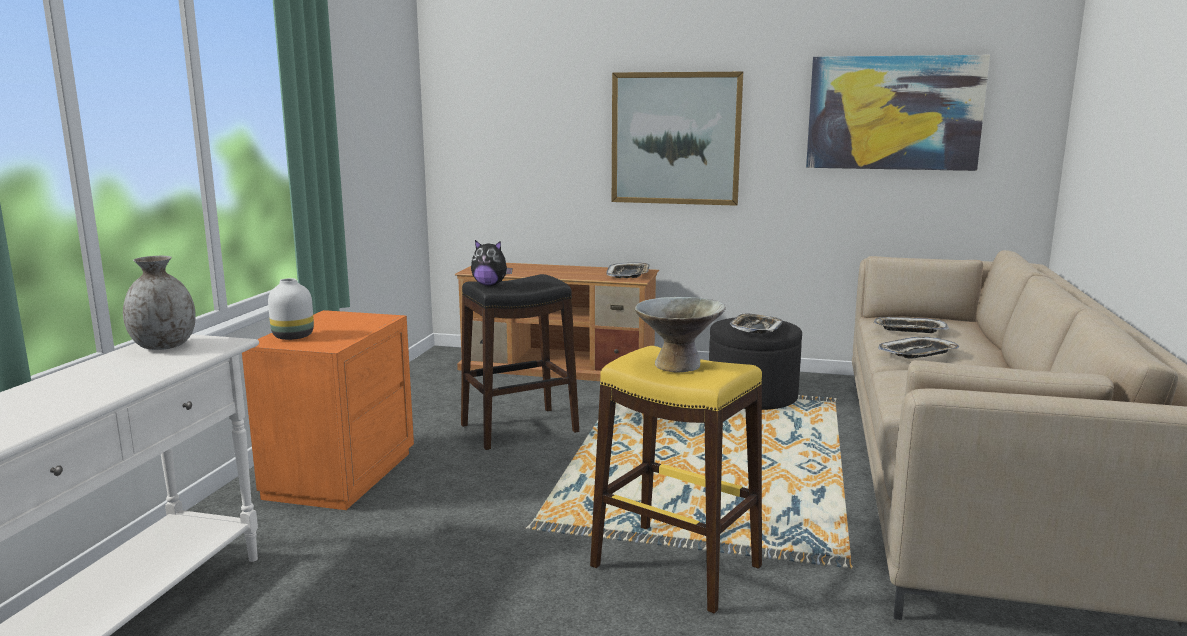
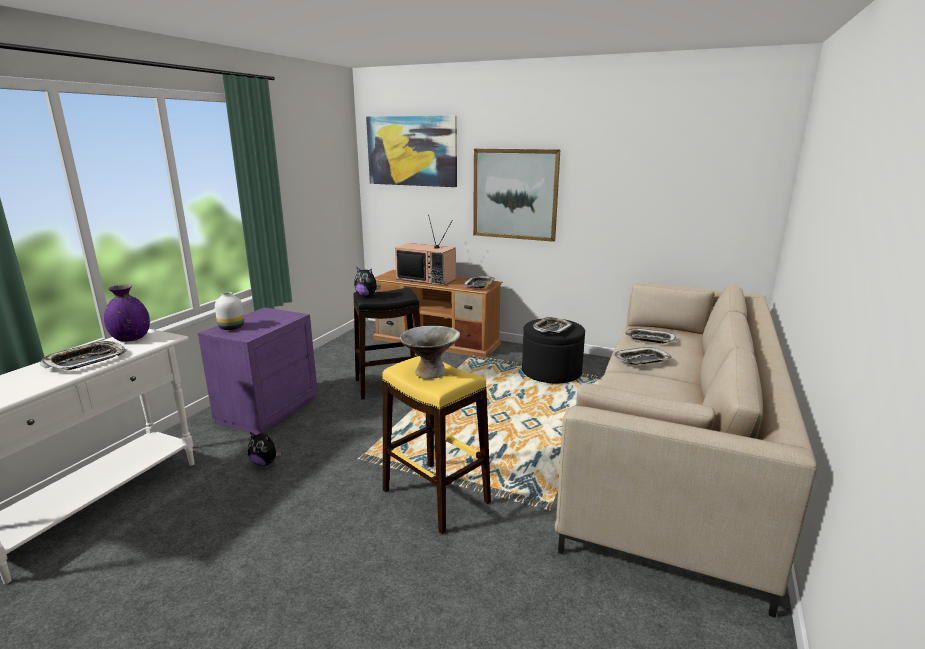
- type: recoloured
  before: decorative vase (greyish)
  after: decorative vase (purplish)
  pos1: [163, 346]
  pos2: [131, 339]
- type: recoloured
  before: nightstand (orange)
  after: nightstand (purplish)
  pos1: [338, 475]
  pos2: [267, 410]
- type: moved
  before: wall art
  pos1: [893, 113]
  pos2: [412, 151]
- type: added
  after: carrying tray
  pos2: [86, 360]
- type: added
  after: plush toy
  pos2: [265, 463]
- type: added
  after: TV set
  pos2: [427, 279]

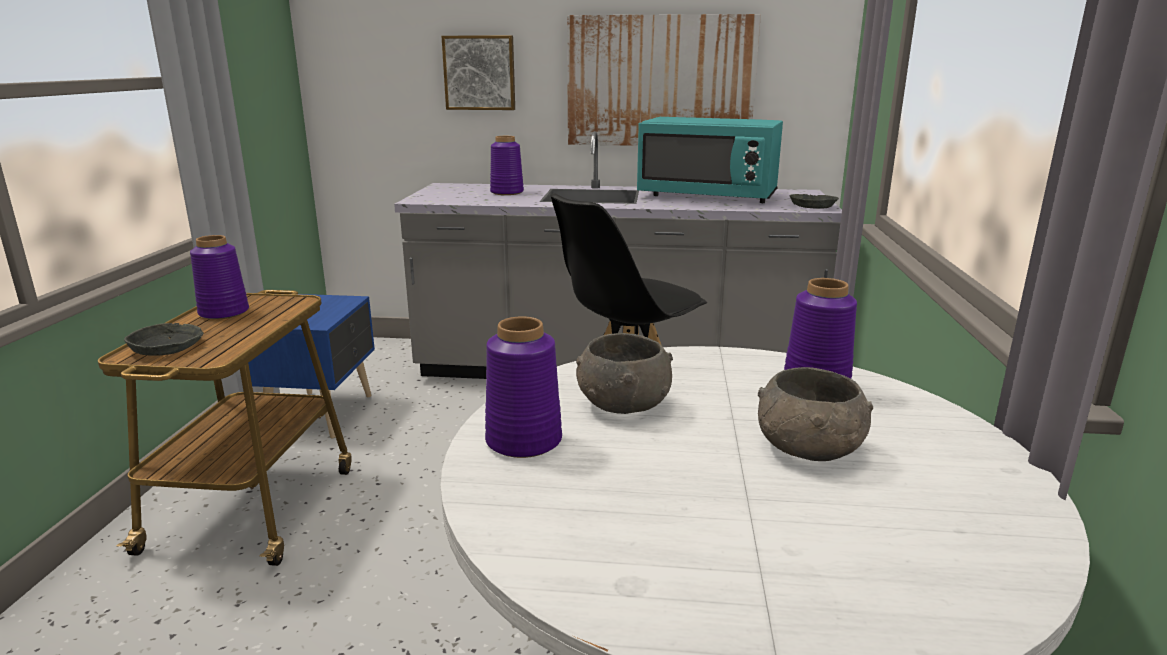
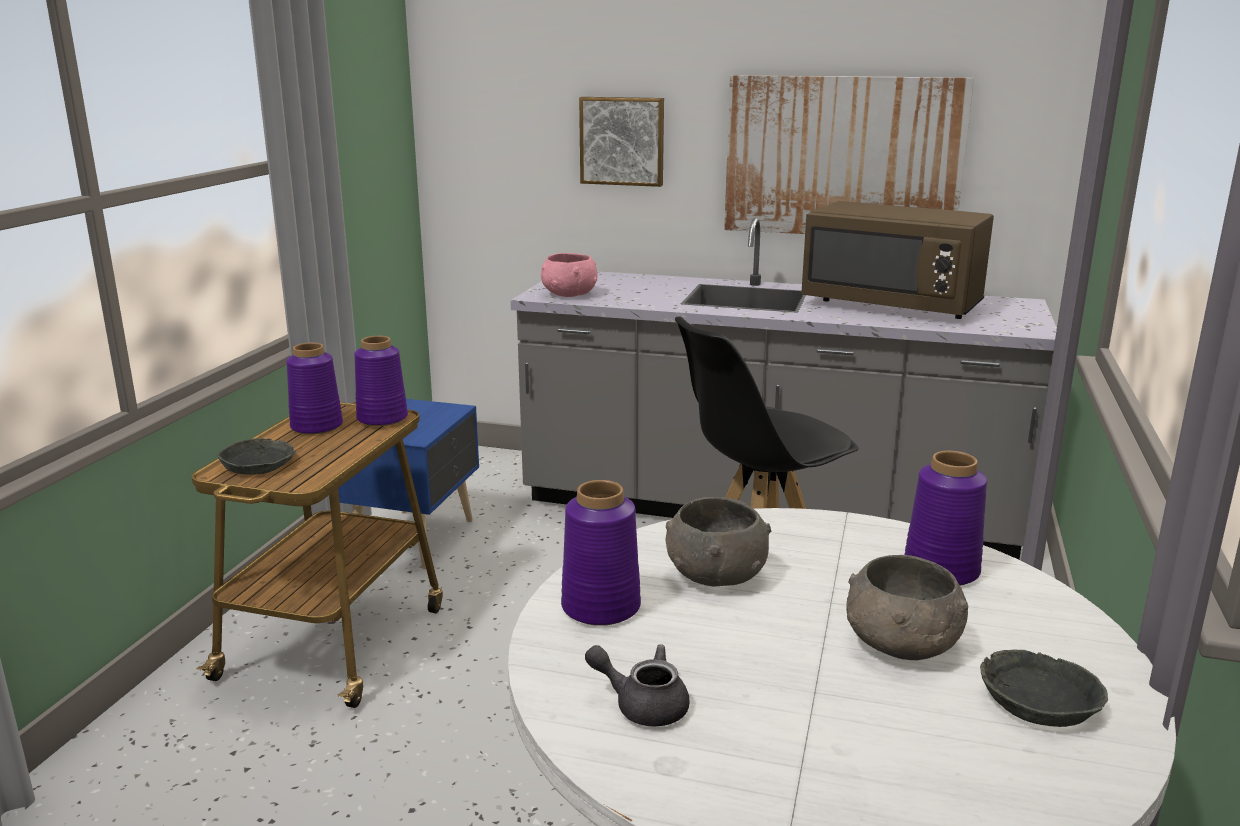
- type: moved
  before: decorative vase (purplish)
  pos1: [506, 192]
  pos2: [381, 418]
- type: recoloured
  before: microwave (blue-green)
  after: microwave (brown-coloured)
  pos1: [708, 196]
  pos2: [892, 305]
- type: moved
  before: bowl (greyish)
  pos1: [812, 206]
  pos2: [1039, 700]
- type: added
  after: bowl (pink)
  pos2: [569, 294]
- type: added
  after: teapot (greyish)
  pos2: [642, 704]

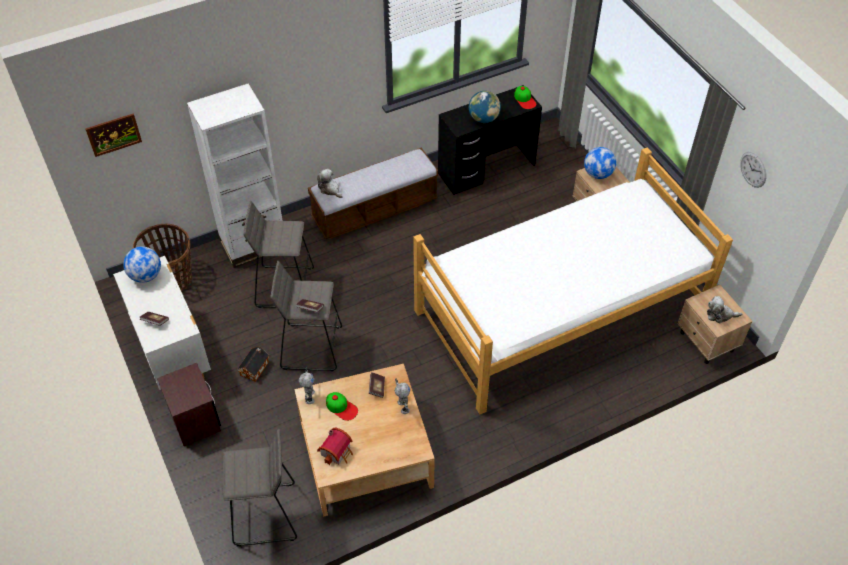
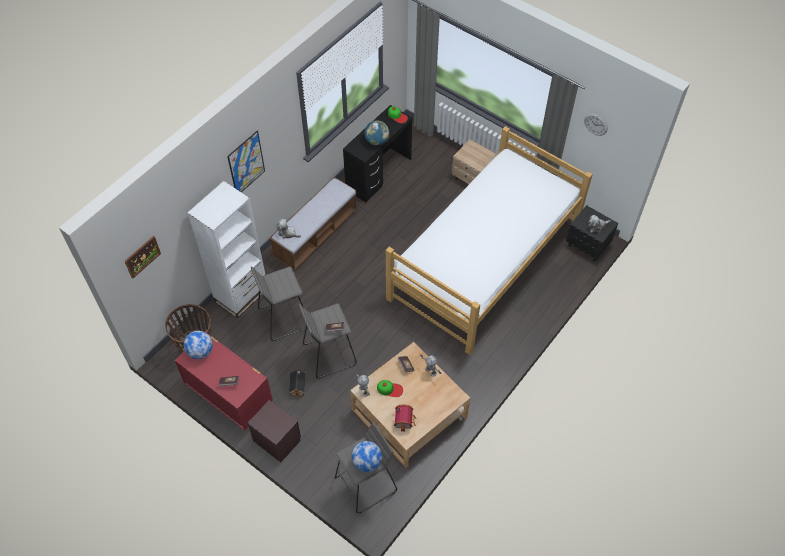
- type: recoloured
  before: dresser (white-coloured)
  after: dresser (red)
  pos1: [172, 352]
  pos2: [230, 399]
- type: moved
  before: world globe
  pos1: [598, 174]
  pos2: [367, 462]
- type: recoloured
  before: nightstand (beige-coloured)
  after: nightstand (black)
  pos1: [707, 342]
  pos2: [587, 246]
- type: added
  after: wall art
  pos2: [246, 163]

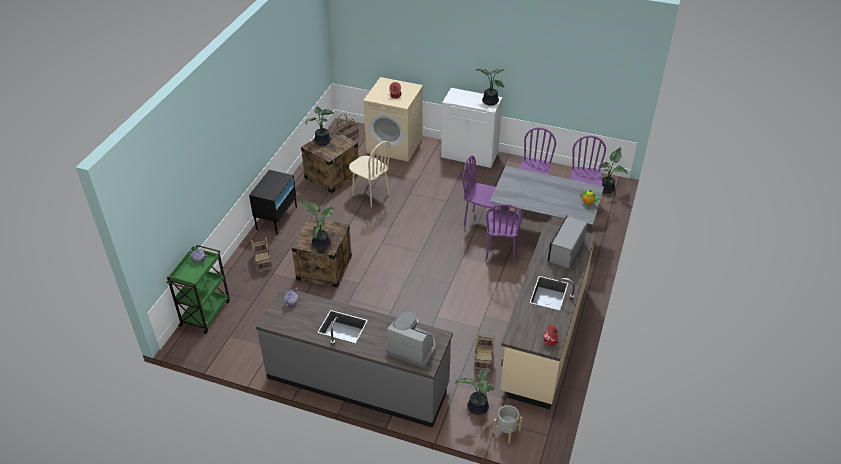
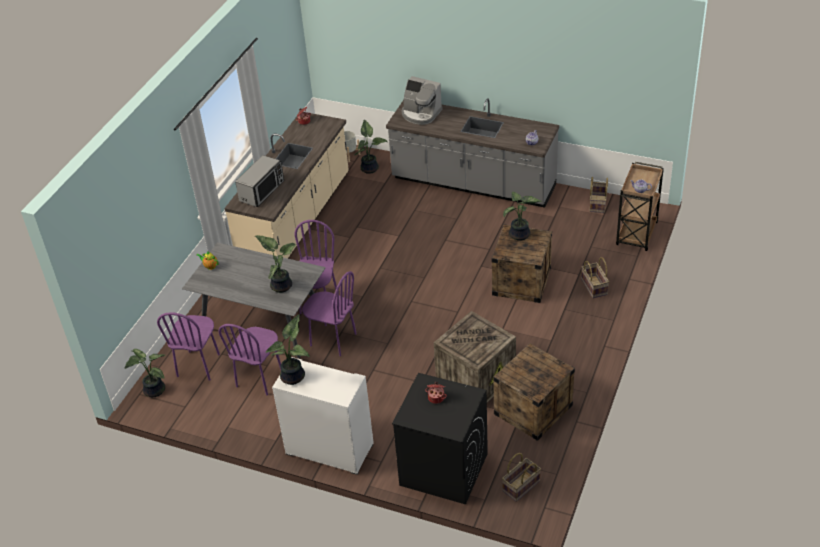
- type: recoloured
  before: trolley (green-coloured)
  after: trolley (brown-coloured)
  pos1: [206, 312]
  pos2: [636, 234]
- type: removed
  before: nightstand (black)
  pos1: [277, 218]
- type: moved
  before: houseplant
  pos1: [322, 142]
  pos2: [281, 285]
- type: replaced
  before: upright chair (beige-coloured)
  after: packing crate
  pos1: [370, 195]
  pos2: [475, 378]
- type: recoloured
  before: laundry appliance (beige-coloured)
  after: laundry appliance (black)
  pos1: [395, 145]
  pos2: [443, 469]
- type: moved
  before: storage basket
  pos1: [484, 359]
  pos2: [597, 204]

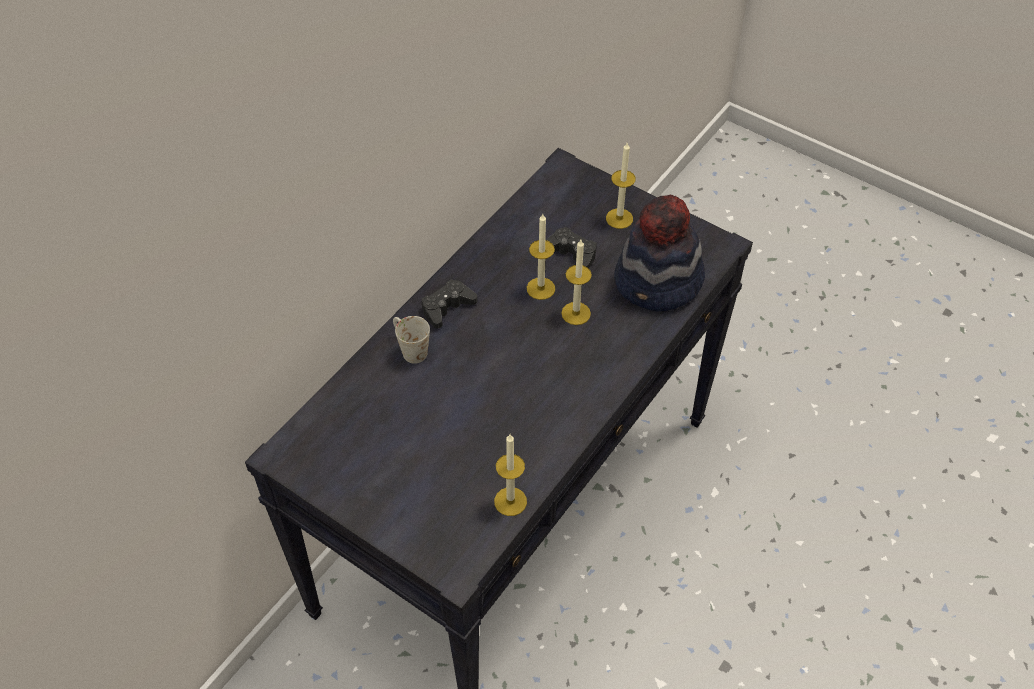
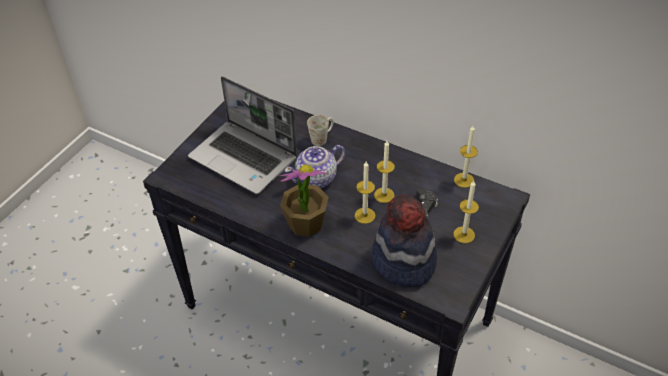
- type: removed
  before: gamepad (black)
  pos1: [447, 307]
- type: moved
  before: wax light
  pos1: [510, 501]
  pos2: [464, 180]
- type: added
  after: laptop
  pos2: [245, 158]
- type: added
  after: houseplant
  pos2: [305, 224]
- type: added
  after: teapot
  pos2: [317, 178]

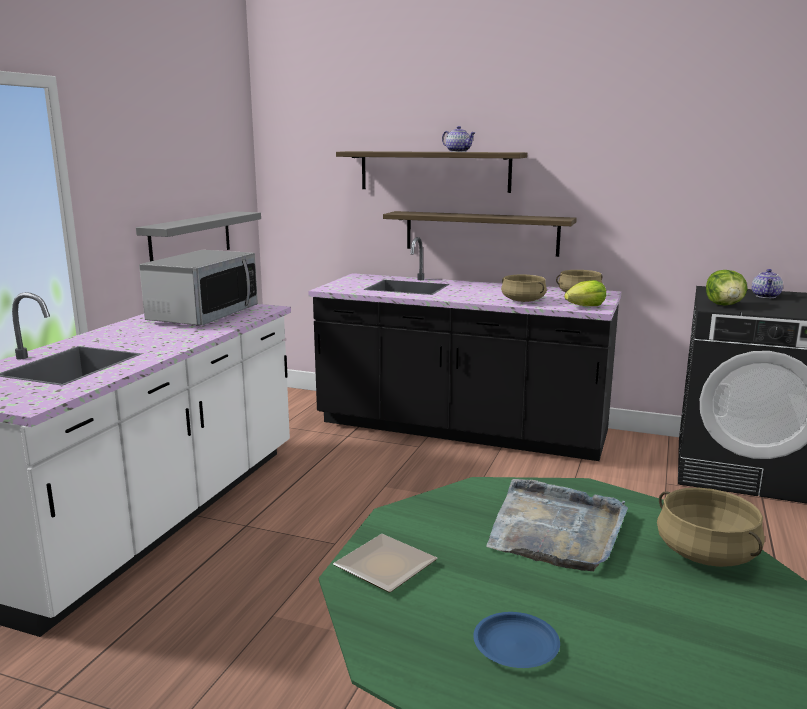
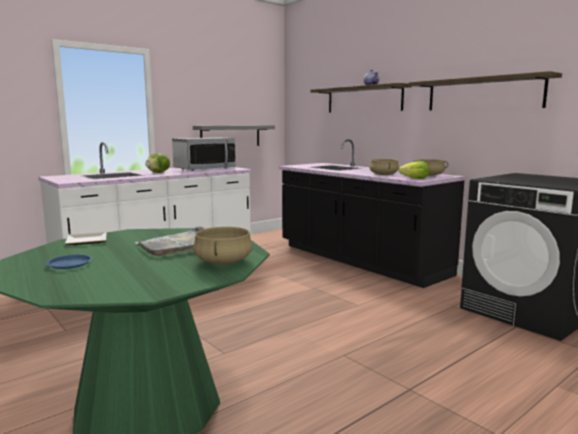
- type: moved
  before: wall shelf
  pos1: [481, 233]
  pos2: [483, 94]
- type: moved
  before: lettuce head
  pos1: [725, 305]
  pos2: [158, 172]
- type: removed
  before: teapot
  pos1: [766, 296]

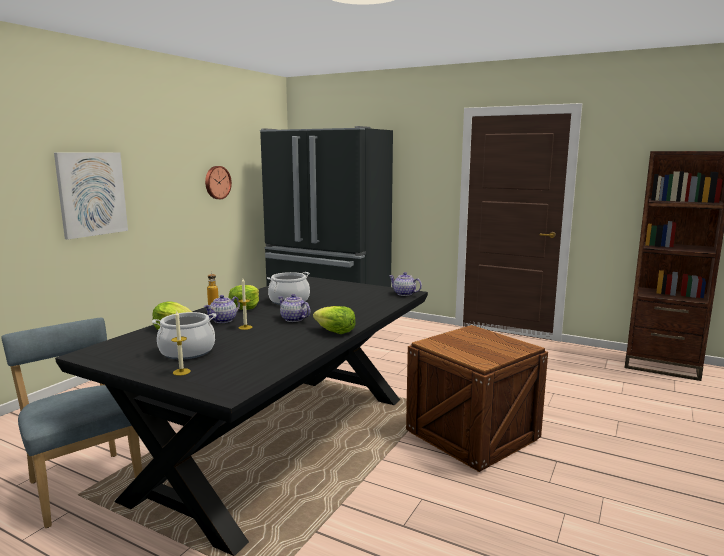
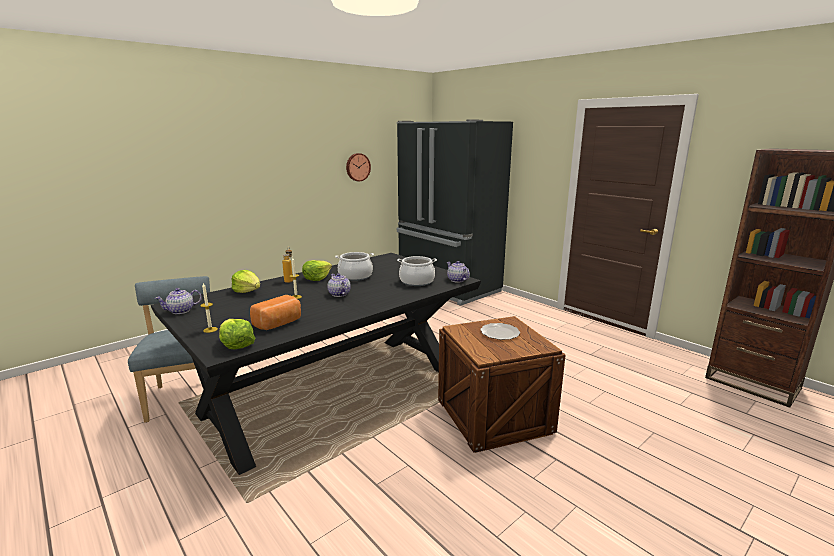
- type: removed
  before: wall art
  pos1: [91, 194]
- type: moved
  before: saucepot
  pos1: [187, 351]
  pos2: [416, 281]
- type: moved
  before: teapot
  pos1: [223, 320]
  pos2: [181, 311]
- type: moved
  before: lettuce head
  pos1: [335, 331]
  pos2: [236, 345]
- type: added
  after: bakery bread
  pos2: [279, 323]
- type: added
  after: flat dish
  pos2: [500, 333]

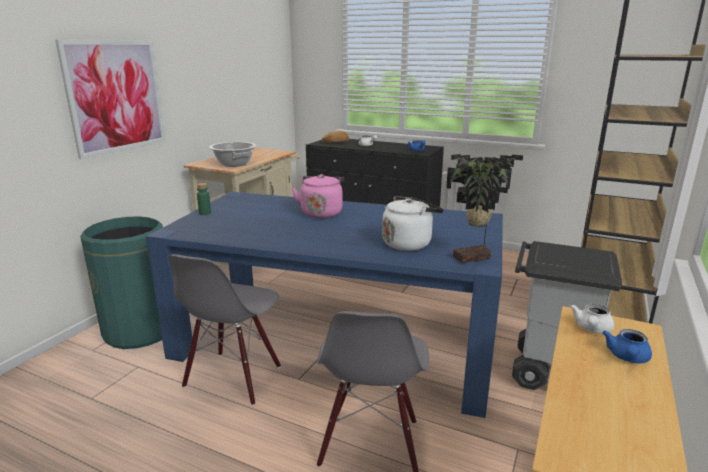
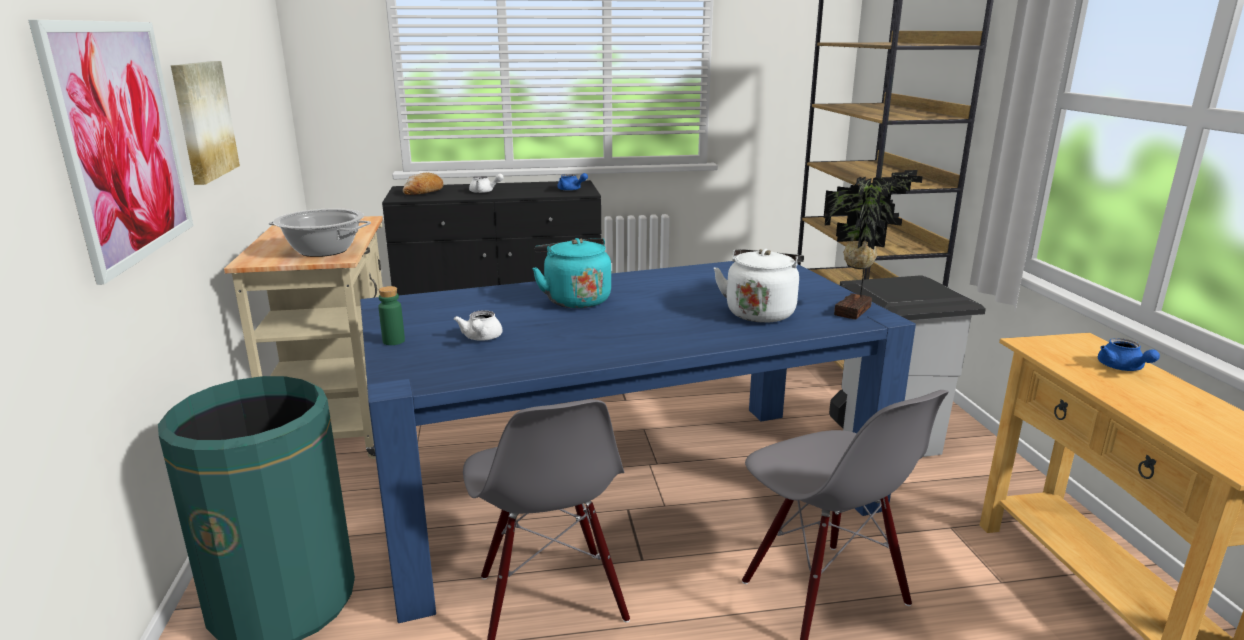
- type: recoloured
  before: water kettle (pink)
  after: water kettle (blue-green)
  pos1: [321, 212]
  pos2: [575, 300]
- type: moved
  before: teapot (white-coloured)
  pos1: [591, 329]
  pos2: [481, 338]
- type: added
  after: wall art
  pos2: [202, 120]

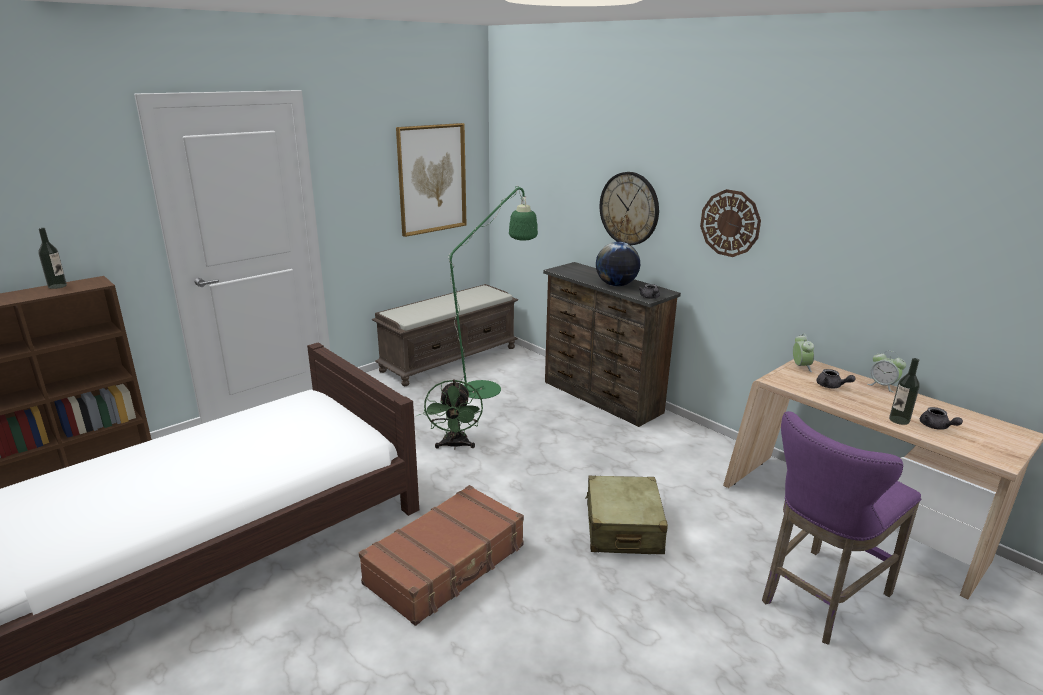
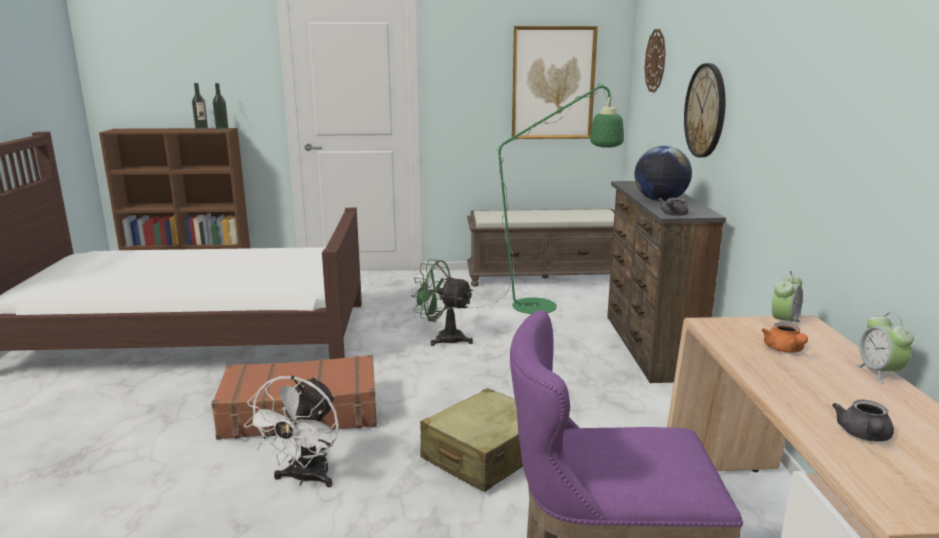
- type: turned
  before: electric fan (green-coloured)
  pos1: [455, 445]
  pos2: [443, 338]
  turn: 75
- type: moved
  before: wall clock
  pos1: [730, 223]
  pos2: [655, 61]
- type: recoloured
  before: teapot (greyish)
  after: teapot (orange)
  pos1: [831, 386]
  pos2: [784, 350]
- type: moved
  before: bottle
  pos1: [899, 420]
  pos2: [222, 129]
- type: added
  after: electric fan (white-coloured)
  pos2: [305, 479]

